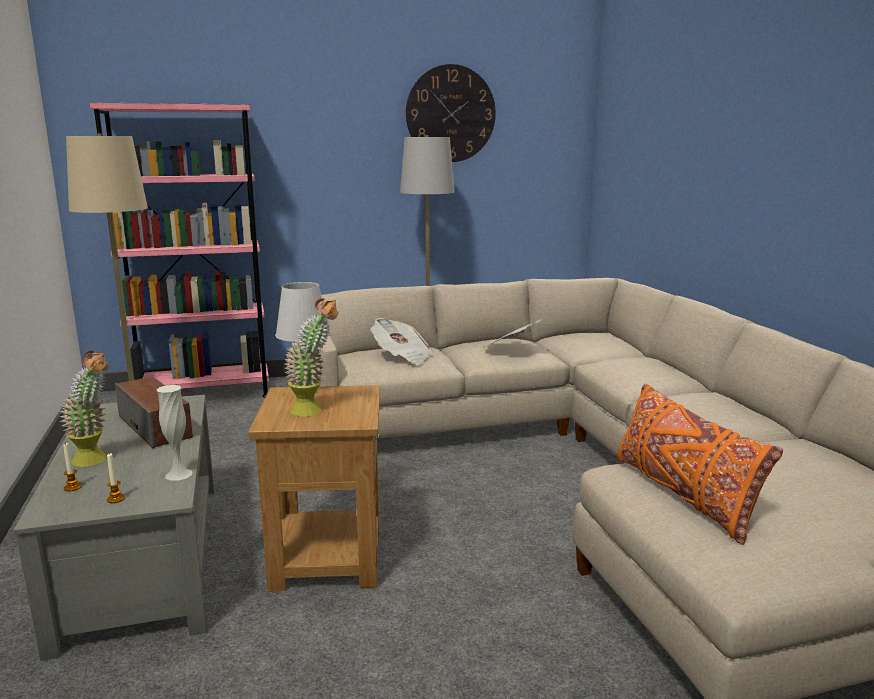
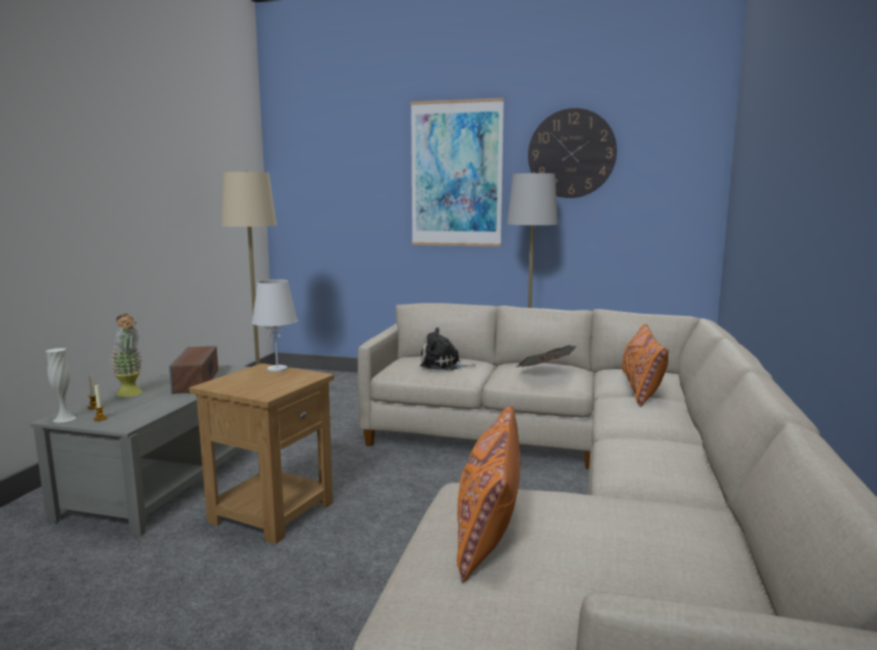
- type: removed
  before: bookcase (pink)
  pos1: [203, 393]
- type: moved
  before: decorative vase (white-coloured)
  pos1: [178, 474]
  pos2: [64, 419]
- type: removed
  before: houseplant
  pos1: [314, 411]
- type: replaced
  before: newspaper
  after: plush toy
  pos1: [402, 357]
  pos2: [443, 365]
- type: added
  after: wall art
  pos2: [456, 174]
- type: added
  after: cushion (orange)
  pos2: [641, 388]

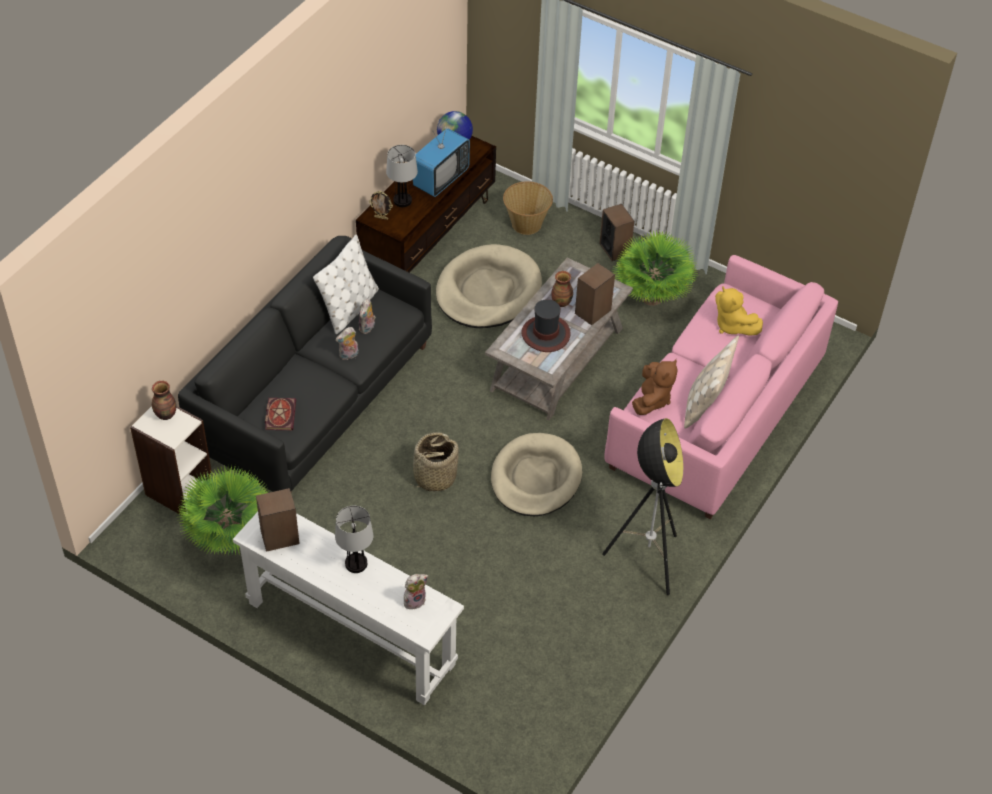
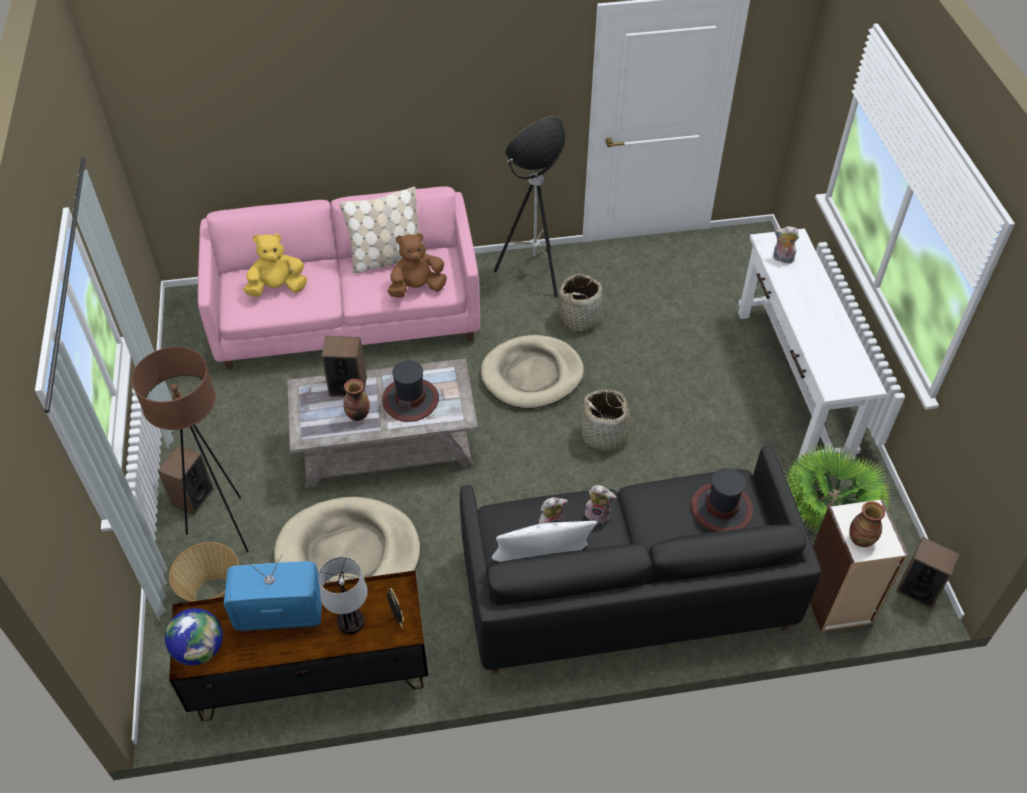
- type: moved
  before: speaker
  pos1: [280, 537]
  pos2: [918, 589]
- type: replaced
  before: book
  after: clothing hat
  pos1: [280, 414]
  pos2: [721, 509]
- type: removed
  before: lamp for a table
  pos1: [355, 564]
- type: removed
  before: houseplant
  pos1: [651, 297]
- type: turned
  before: plush toy (yellowish)
  pos1: [732, 325]
  pos2: [277, 288]
  turn: -120
- type: added
  after: standing lamp (brown-coloured)
  pos2: [225, 528]
- type: added
  after: storage basket
  pos2: [580, 318]

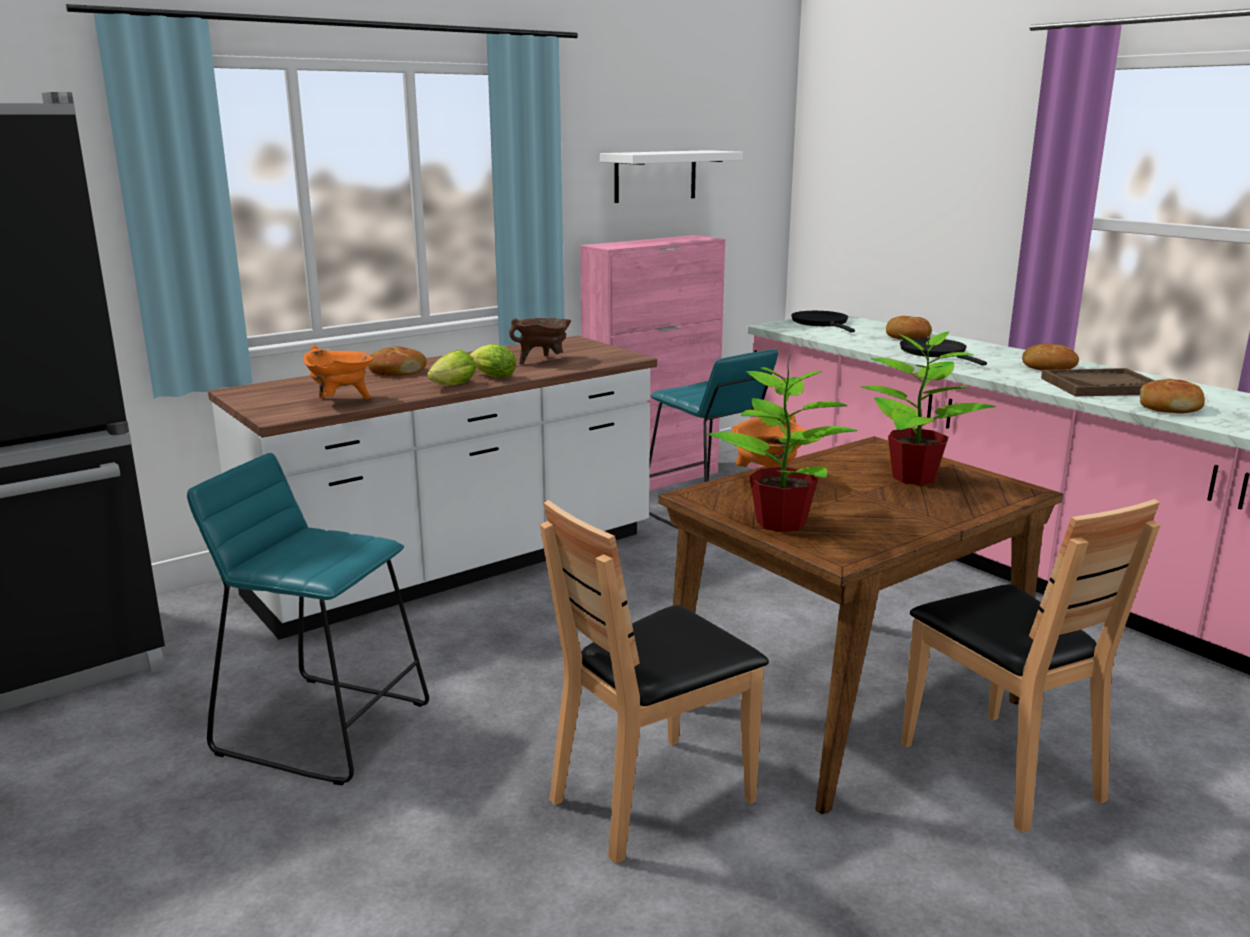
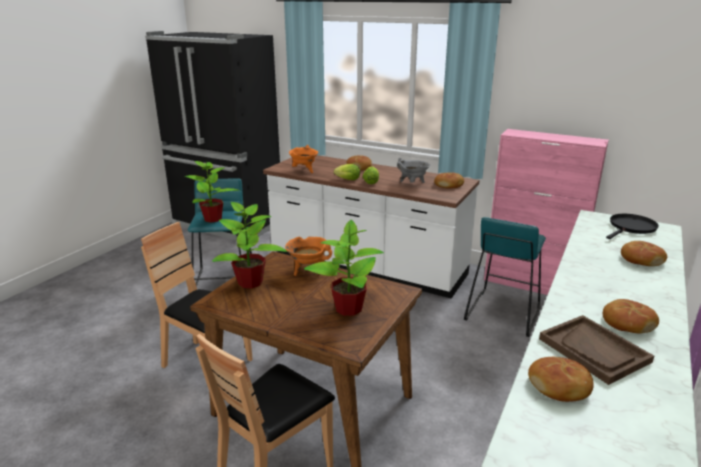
- type: recoloured
  before: saucepot (brown-coloured)
  after: saucepot (greyish)
  pos1: [542, 361]
  pos2: [412, 184]
- type: removed
  before: wall shelf (white-coloured)
  pos1: [655, 176]
- type: removed
  before: pan (black)
  pos1: [935, 353]
- type: added
  after: houseplant
  pos2: [213, 219]
- type: added
  after: bakery bread
  pos2: [449, 185]

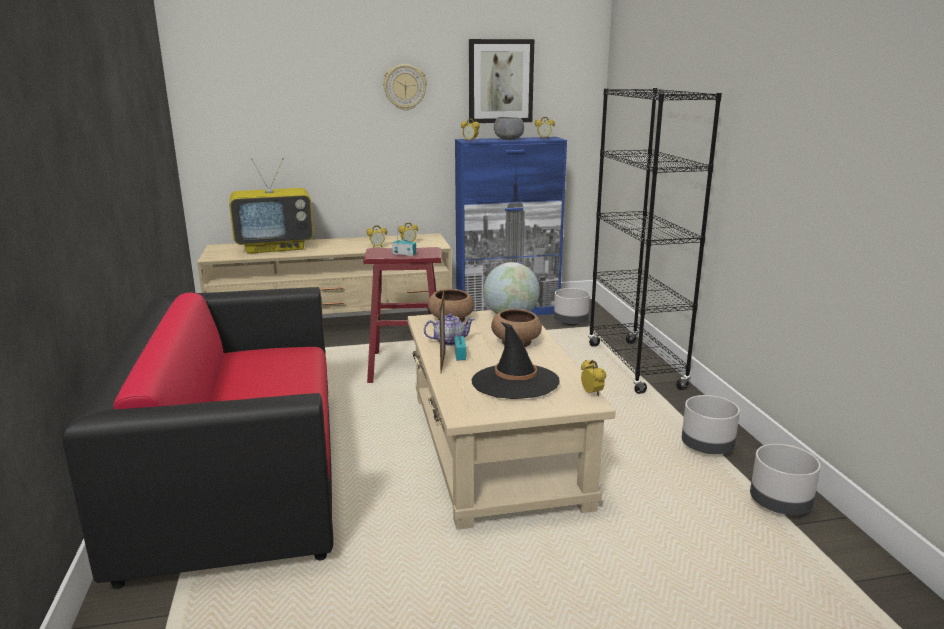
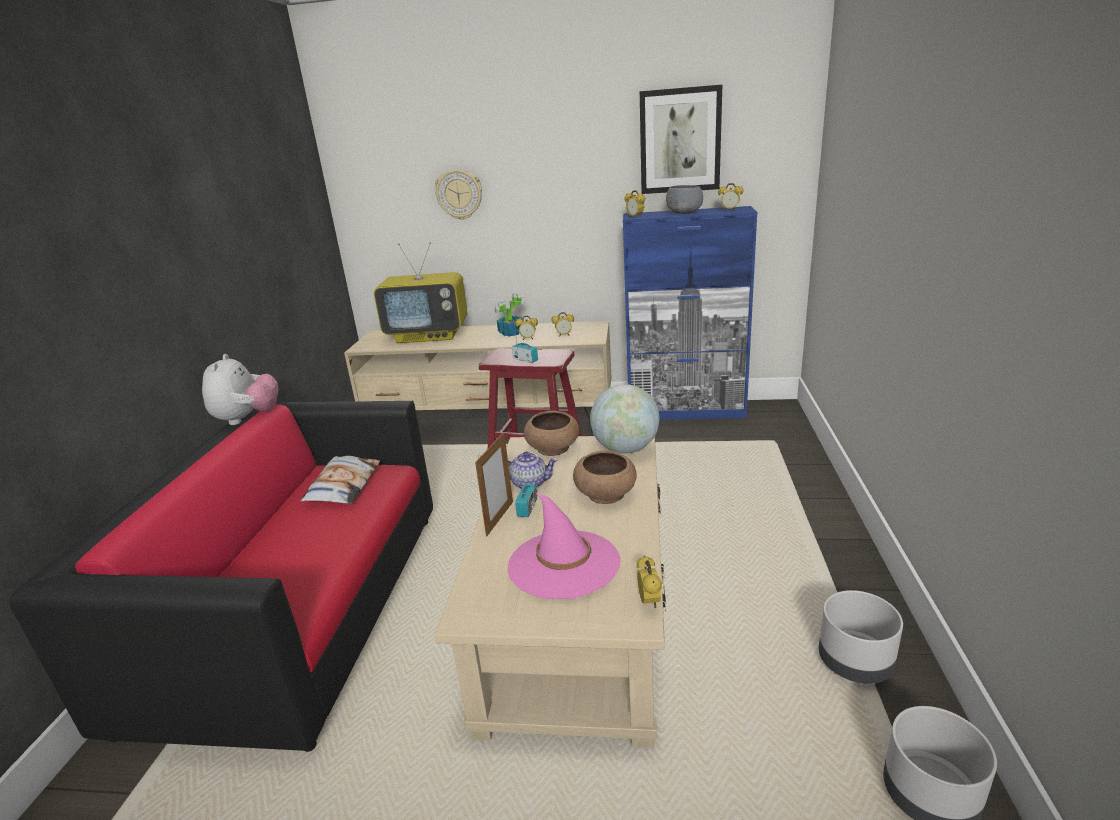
- type: moved
  before: wall clock
  pos1: [404, 87]
  pos2: [459, 194]
- type: recoloured
  before: clothing hat (black)
  after: clothing hat (pink)
  pos1: [515, 382]
  pos2: [563, 564]
- type: removed
  before: flower pot (greyish)
  pos1: [571, 323]
- type: removed
  before: bookcase (black)
  pos1: [635, 366]
- type: added
  after: plush toy
  pos2: [247, 419]
- type: added
  after: cushion
  pos2: [343, 486]
- type: added
  after: houseplant
  pos2: [511, 333]

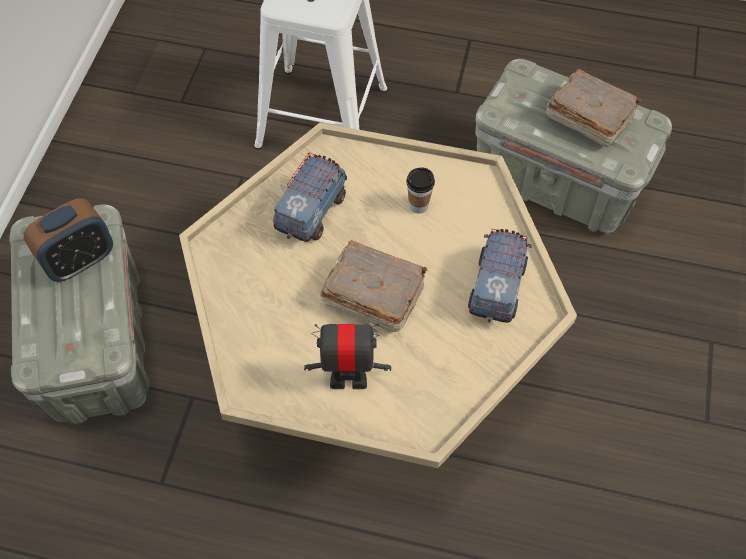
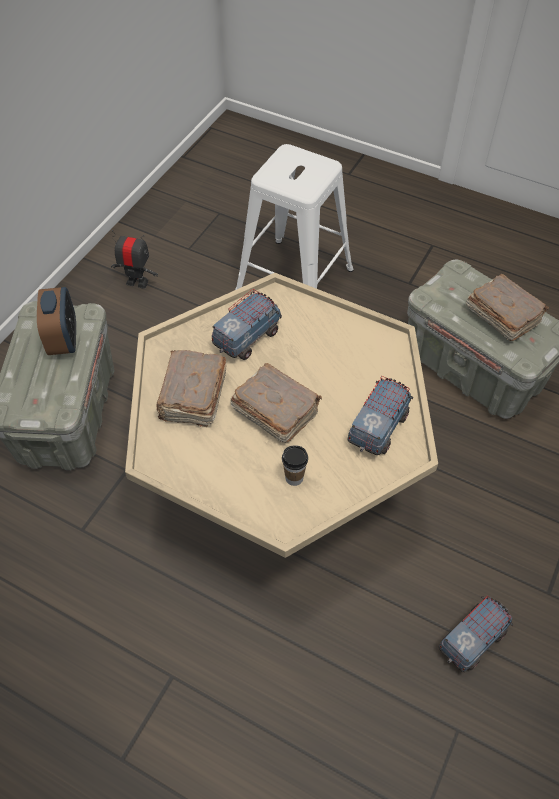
- type: turned
  before: alarm clock
  pos1: [80, 260]
  pos2: [64, 340]
  turn: -75
- type: moved
  before: robot figure
  pos1: [348, 379]
  pos2: [137, 282]
- type: moved
  before: drinking cup
  pos1: [418, 205]
  pos2: [294, 478]
- type: added
  after: book (brown-coloured)
  pos2: [192, 397]
- type: added
  after: toy lorry
  pos2: [472, 639]

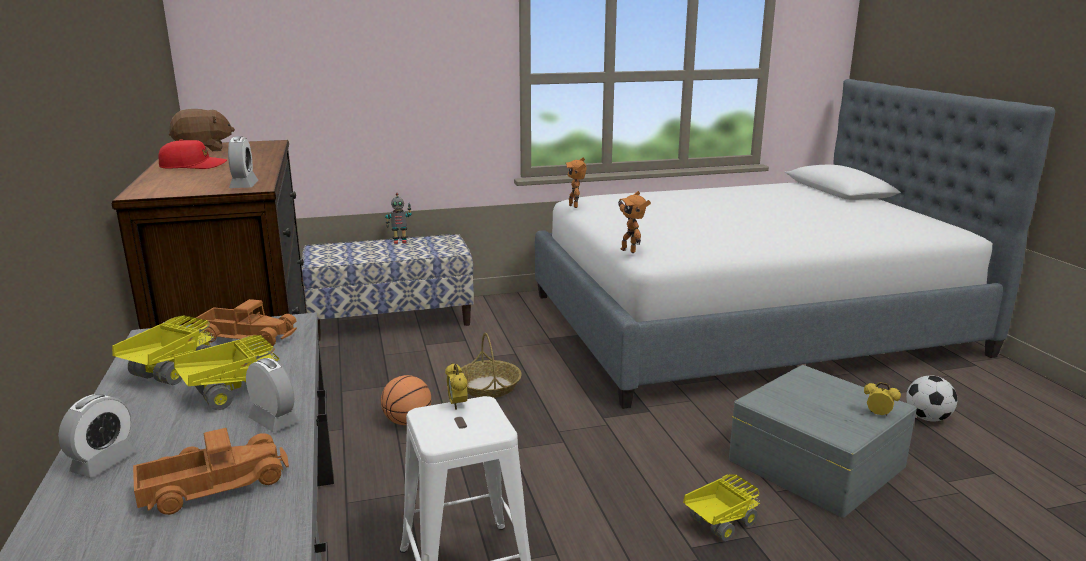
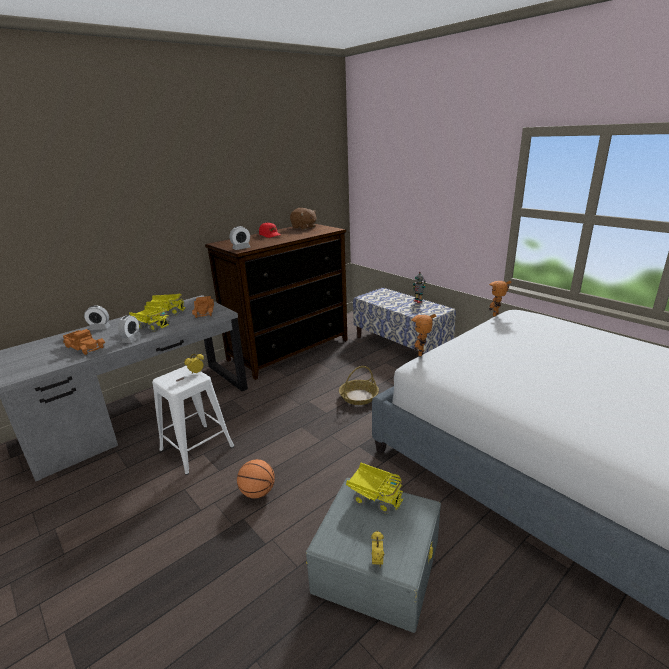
- type: moved
  before: ball for basketball
  pos1: [407, 422]
  pos2: [258, 492]
- type: moved
  before: toy lorry
  pos1: [720, 523]
  pos2: [374, 497]
- type: removed
  before: football ball
  pos1: [927, 418]

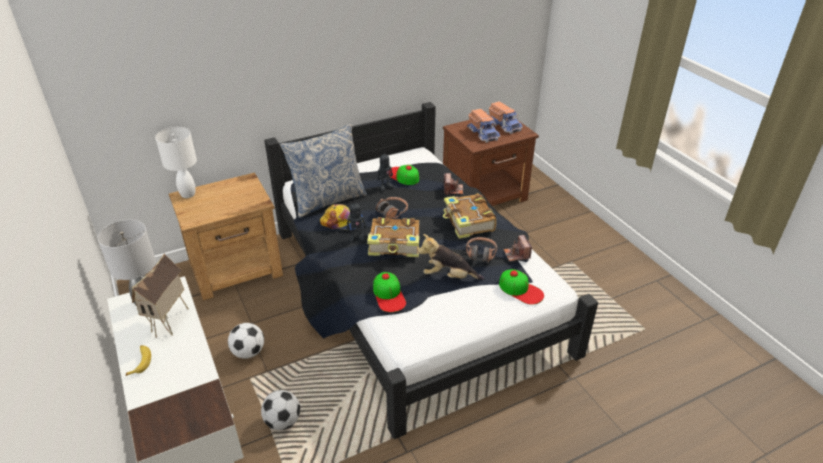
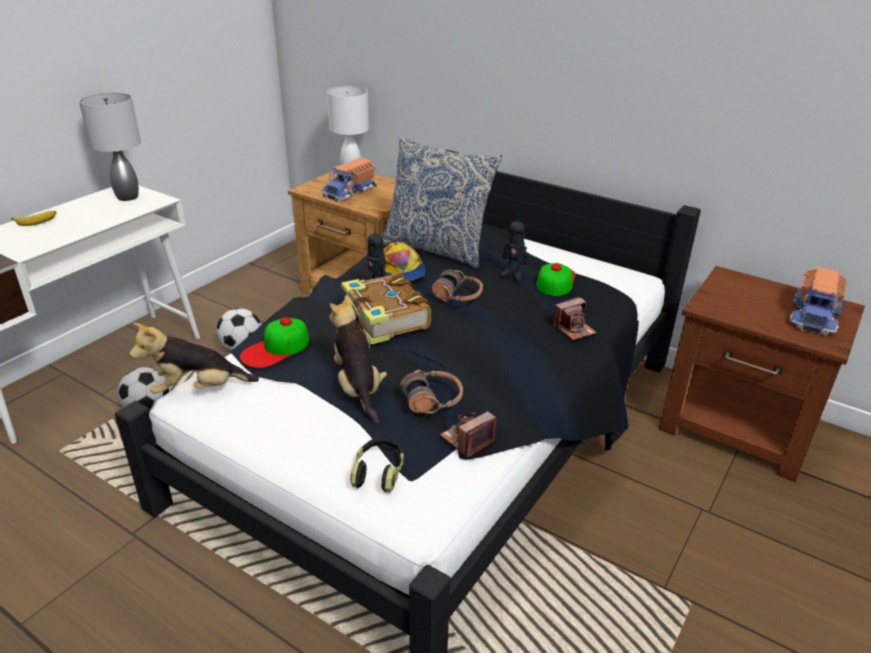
- type: removed
  before: toy house
  pos1: [171, 323]
- type: removed
  before: book
  pos1: [468, 222]
- type: moved
  before: toy lorry
  pos1: [483, 133]
  pos2: [350, 192]
- type: replaced
  before: cap
  after: pair of headphones
  pos1: [521, 290]
  pos2: [378, 472]
- type: added
  after: plush toy
  pos2: [198, 389]

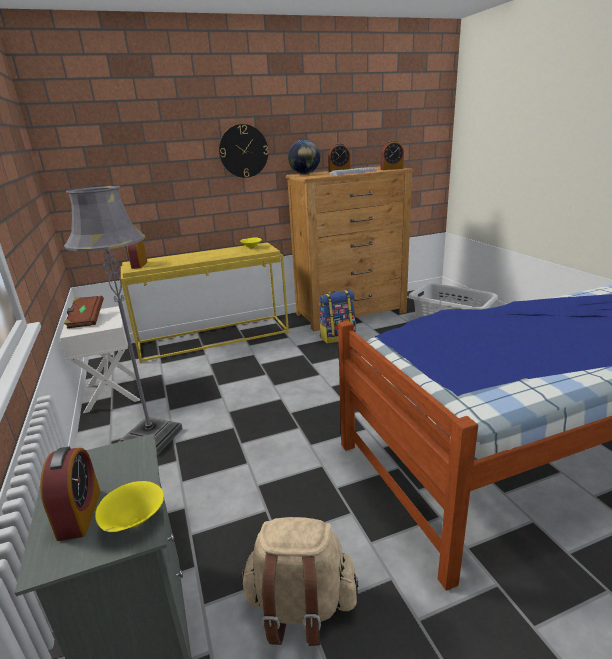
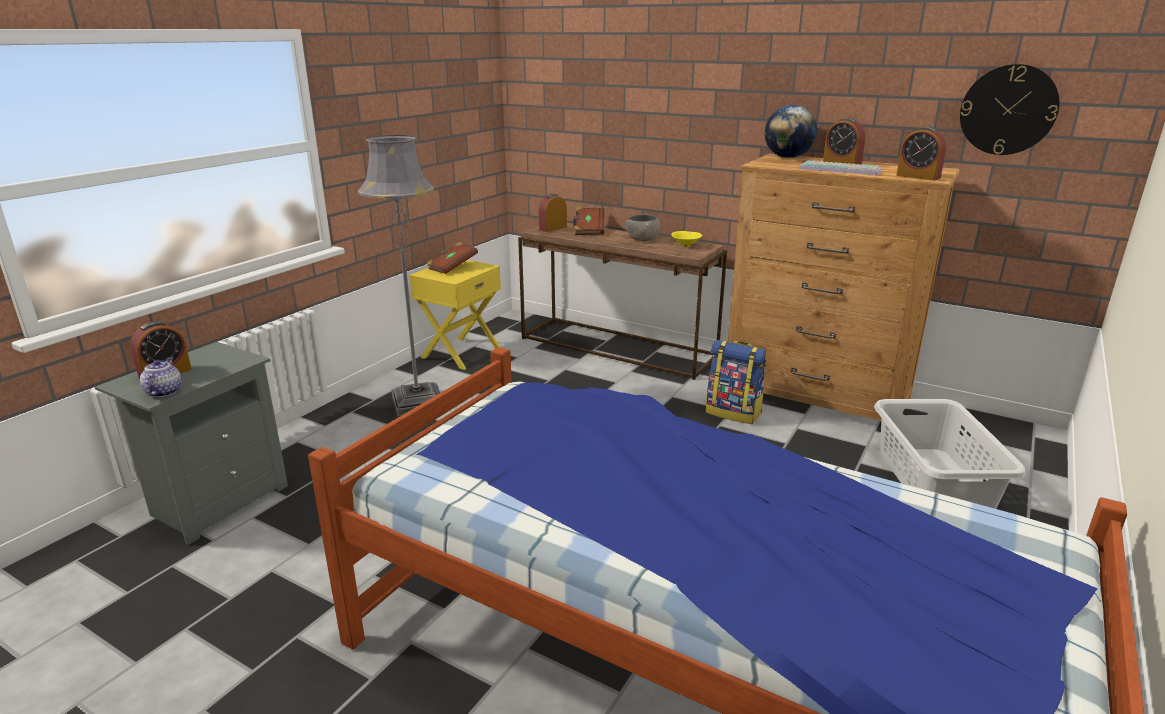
- type: recoloured
  before: nightstand (white-coloured)
  after: nightstand (yellowish)
  pos1: [111, 393]
  pos2: [460, 353]
- type: replaced
  before: bowl (yellowish)
  after: teapot
  pos1: [133, 523]
  pos2: [163, 391]
- type: recoloured
  before: narrow table (yellowish)
  after: narrow table (brown-coloured)
  pos1: [214, 337]
  pos2: [619, 347]
- type: moved
  before: wall clock
  pos1: [243, 151]
  pos2: [1008, 110]
- type: removed
  before: backpack (beige-coloured)
  pos1: [300, 607]
- type: added
  after: book (brown-coloured)
  pos2: [588, 230]
- type: added
  after: bowl (greyish)
  pos2: [643, 239]

